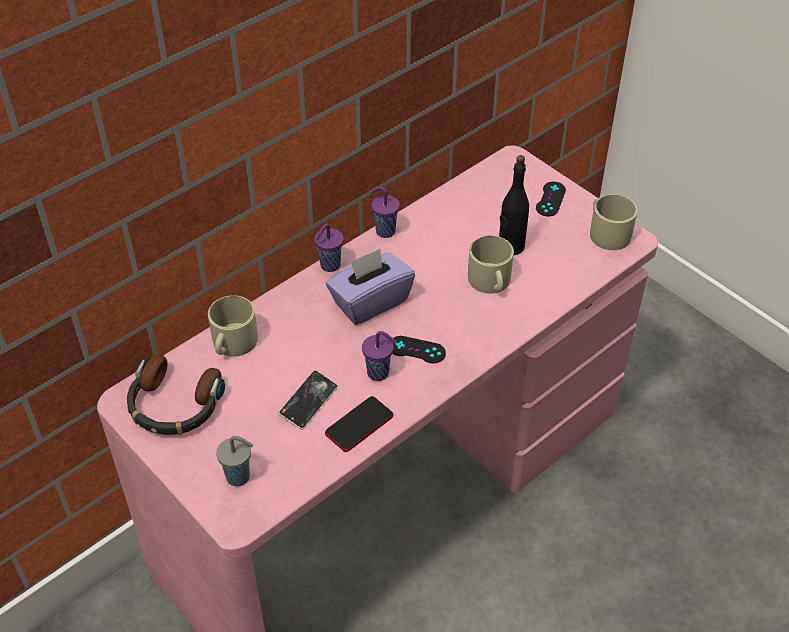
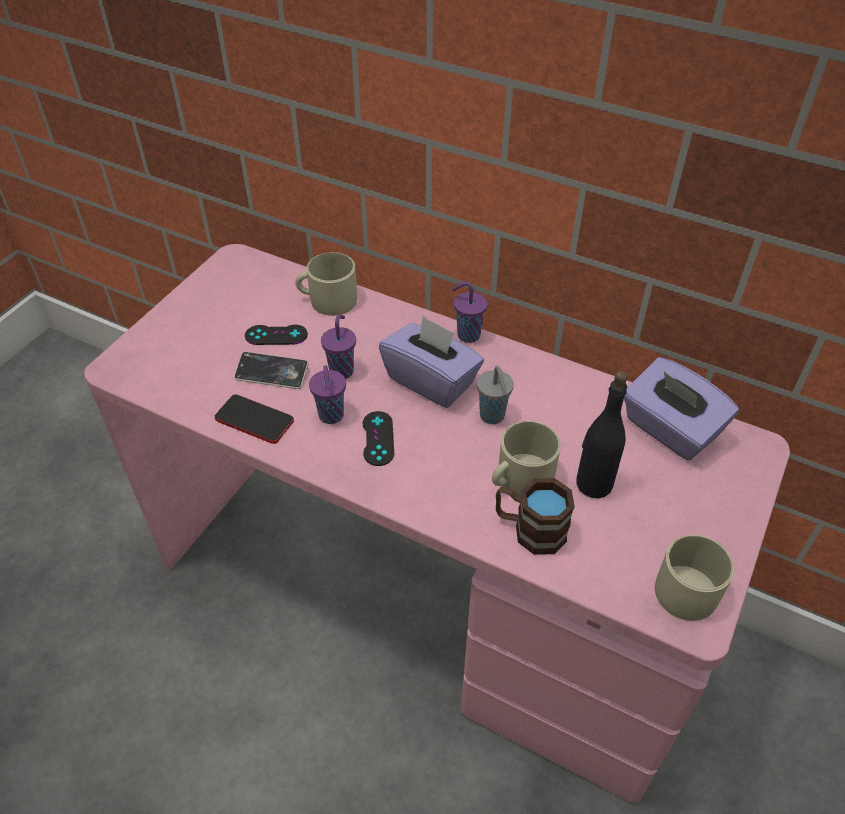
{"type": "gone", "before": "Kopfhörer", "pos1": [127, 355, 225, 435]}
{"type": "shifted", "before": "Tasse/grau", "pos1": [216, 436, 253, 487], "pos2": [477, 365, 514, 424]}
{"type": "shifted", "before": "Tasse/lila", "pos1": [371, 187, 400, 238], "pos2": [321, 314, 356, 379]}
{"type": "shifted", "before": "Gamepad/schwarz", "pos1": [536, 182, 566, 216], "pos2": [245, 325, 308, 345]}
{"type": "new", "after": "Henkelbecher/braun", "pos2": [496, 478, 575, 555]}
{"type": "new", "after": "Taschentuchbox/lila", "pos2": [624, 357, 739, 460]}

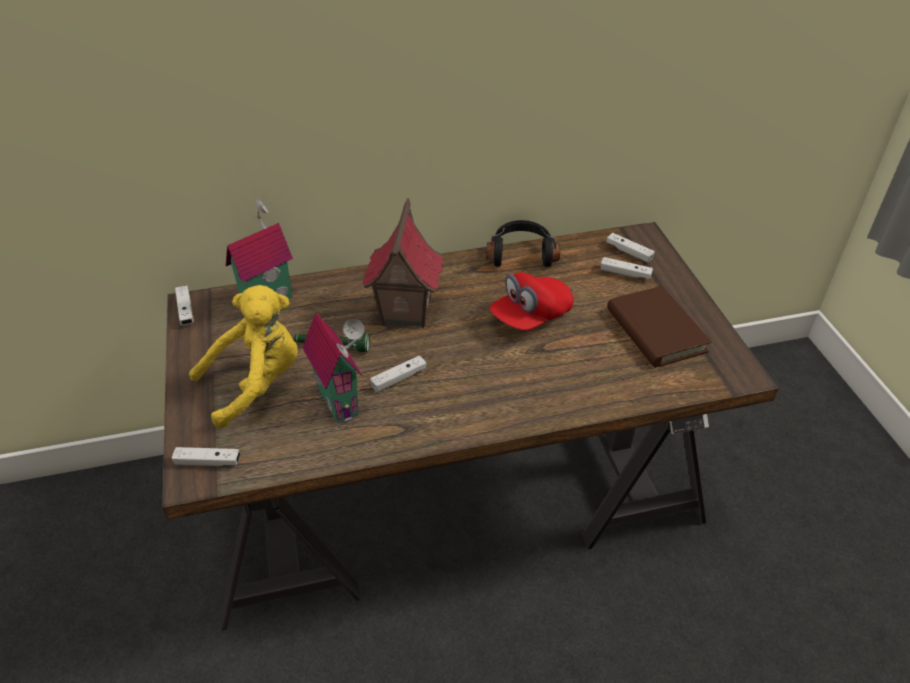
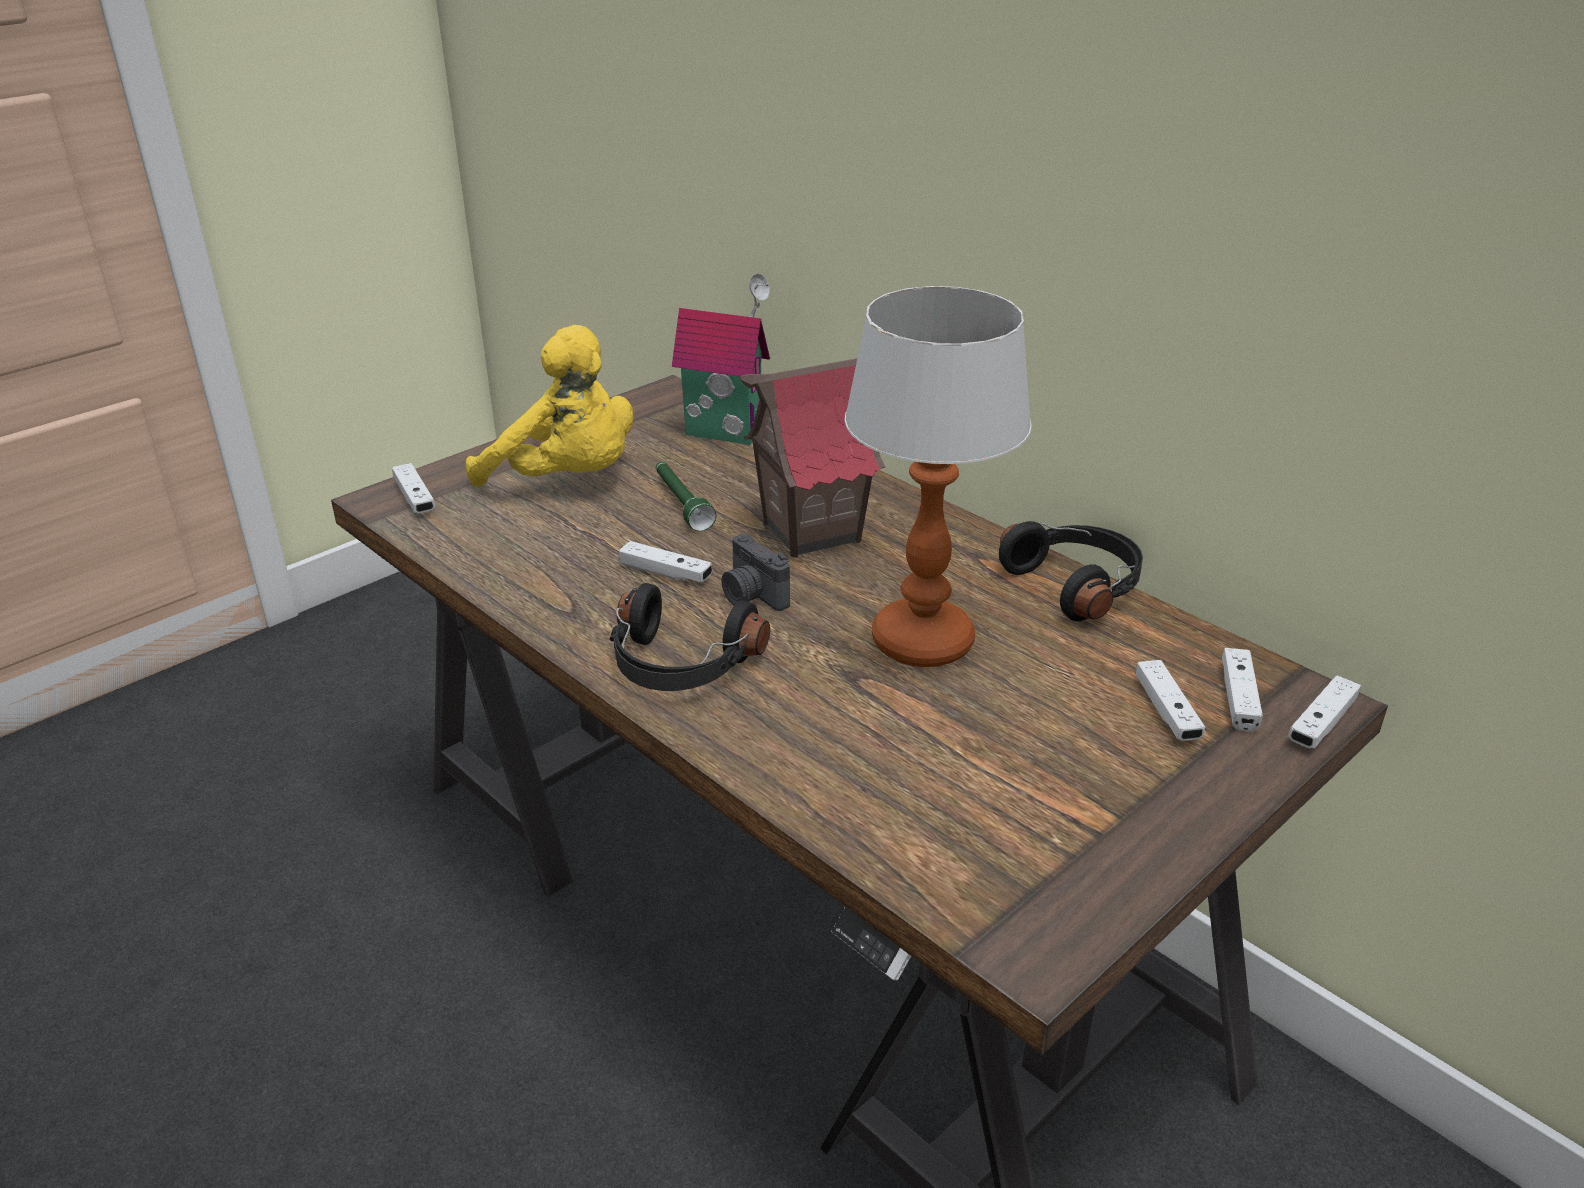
{"type": "shifted", "before": "Gamepad/weiß", "pos1": [175, 285, 194, 325], "pos2": [1288, 675, 1361, 748]}
{"type": "gone", "before": "Spielzeughaus", "pos1": [302, 313, 365, 423]}
{"type": "swapped", "before": "Kappe/rot", "after": "Tischlampe", "pos1": [490, 272, 574, 330], "pos2": [844, 286, 1032, 667]}
{"type": "gone", "before": "Buch/braun", "pos1": [607, 286, 712, 368]}
{"type": "new", "after": "Kopfhörer/schwarz", "pos2": [610, 583, 770, 691]}
{"type": "new", "after": "Kamera", "pos2": [721, 534, 790, 611]}

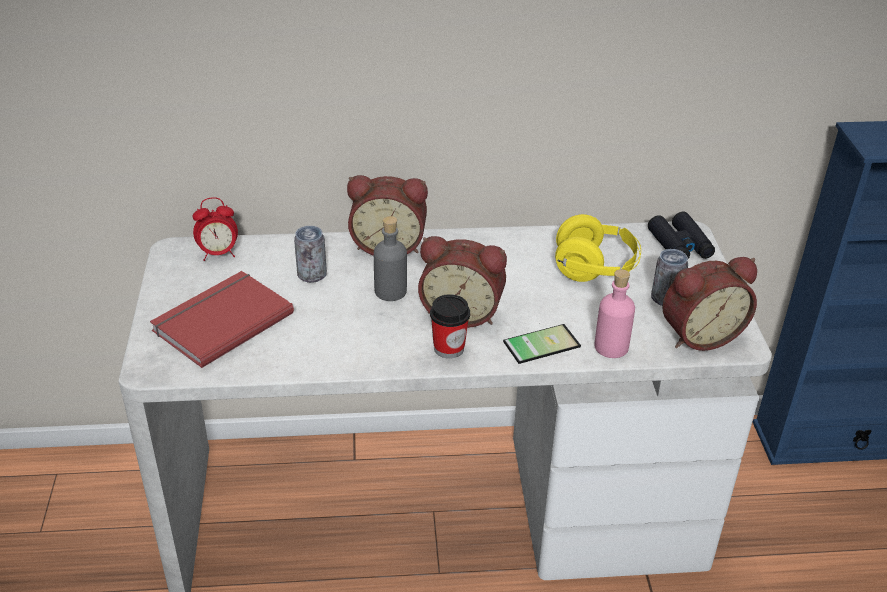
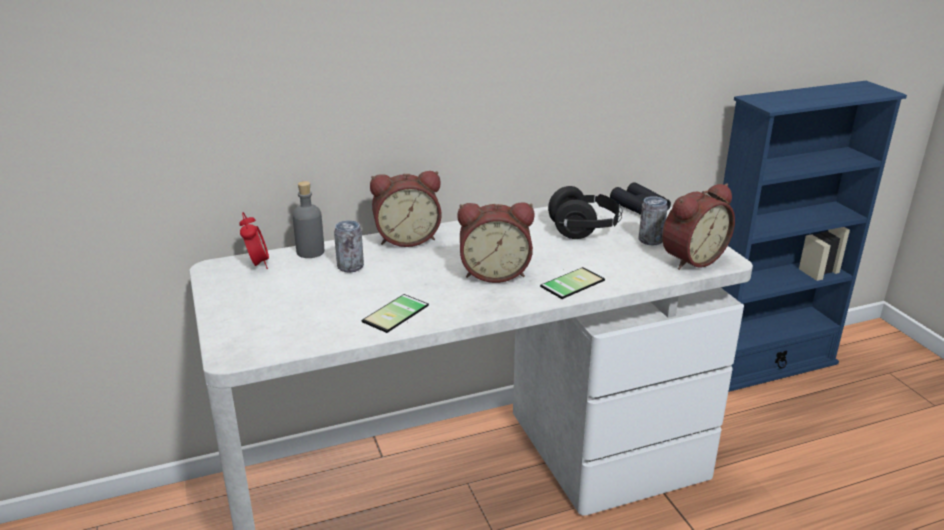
{"type": "gone", "before": "Buch/rot", "pos1": [150, 271, 294, 368]}
{"type": "rotated", "before": "Wecker", "pos1": [193, 197, 238, 261], "pos2": [239, 212, 269, 269], "turn": -75}
{"type": "shifted", "before": "Flasche/grau", "pos1": [374, 216, 407, 301], "pos2": [293, 181, 324, 258]}
{"type": "gone", "before": "Tasse", "pos1": [430, 294, 470, 359]}
{"type": "repainted", "before": "Kopfhörer/gelb", "after": "Kopfhörer/schwarz", "pos1": [555, 214, 641, 282], "pos2": [548, 186, 623, 239]}
{"type": "gone", "before": "Flasche/rosa", "pos1": [594, 269, 635, 358]}
{"type": "new", "after": "Handy", "pos2": [362, 294, 429, 333]}

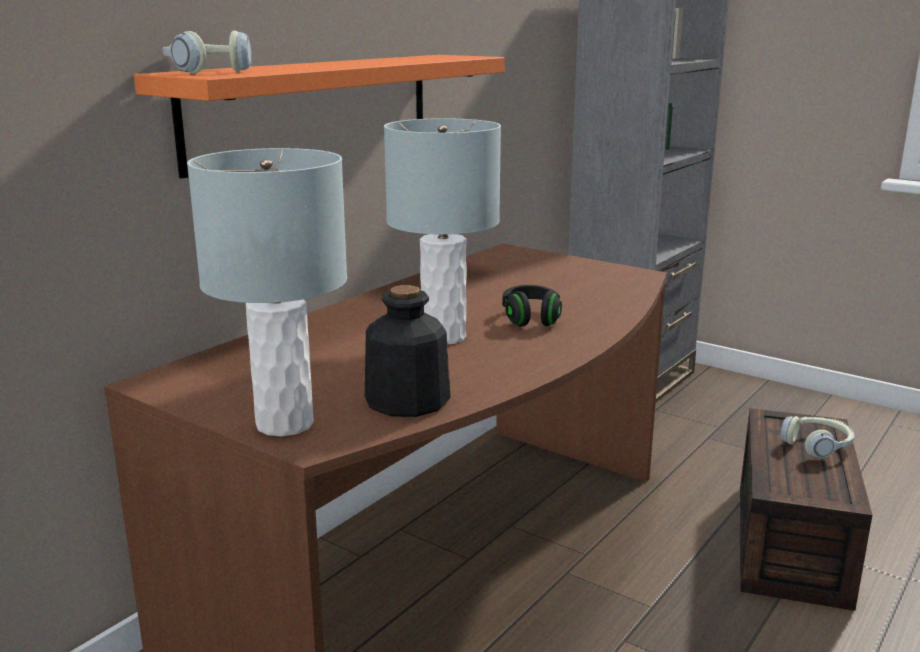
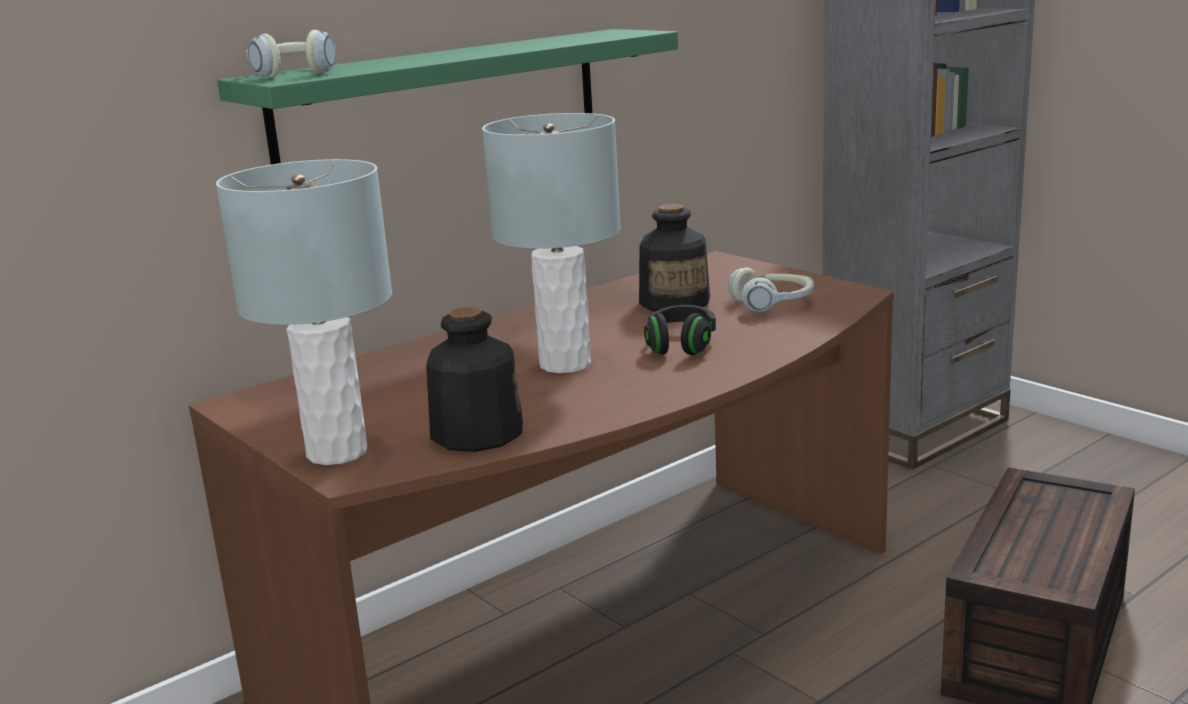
{"type": "repainted", "before": "Wandregal/orange", "after": "Wandregal/grün", "pos1": [134, 55, 505, 179], "pos2": [217, 29, 678, 165]}
{"type": "shifted", "before": "Kopfhörer", "pos1": [781, 416, 854, 458], "pos2": [728, 268, 814, 313]}
{"type": "new", "after": "Flasche", "pos2": [639, 204, 710, 312]}

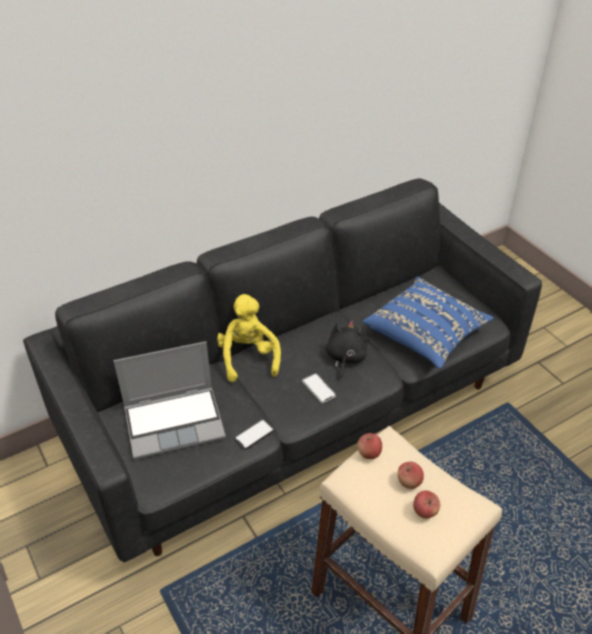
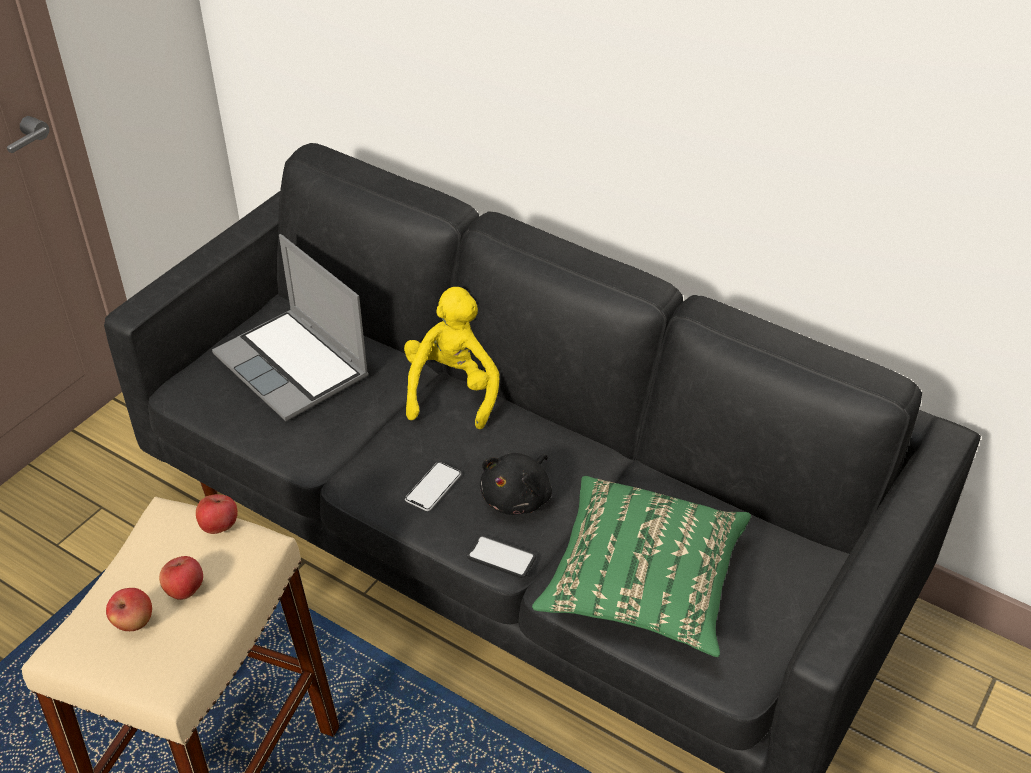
{"type": "rotated", "before": "Plüschtier/gelb", "pos1": [217, 294, 281, 382], "pos2": [404, 287, 500, 429], "turn": -45}
{"type": "shifted", "before": "Handy", "pos1": [234, 419, 275, 450], "pos2": [466, 535, 536, 578]}
{"type": "rotated", "before": "Plüschtier/schwarz", "pos1": [326, 320, 367, 379], "pos2": [480, 453, 552, 515], "turn": 135}
{"type": "repainted", "before": "Kissen/blau", "after": "Kissen/grün", "pos1": [362, 277, 494, 369], "pos2": [532, 476, 751, 657]}

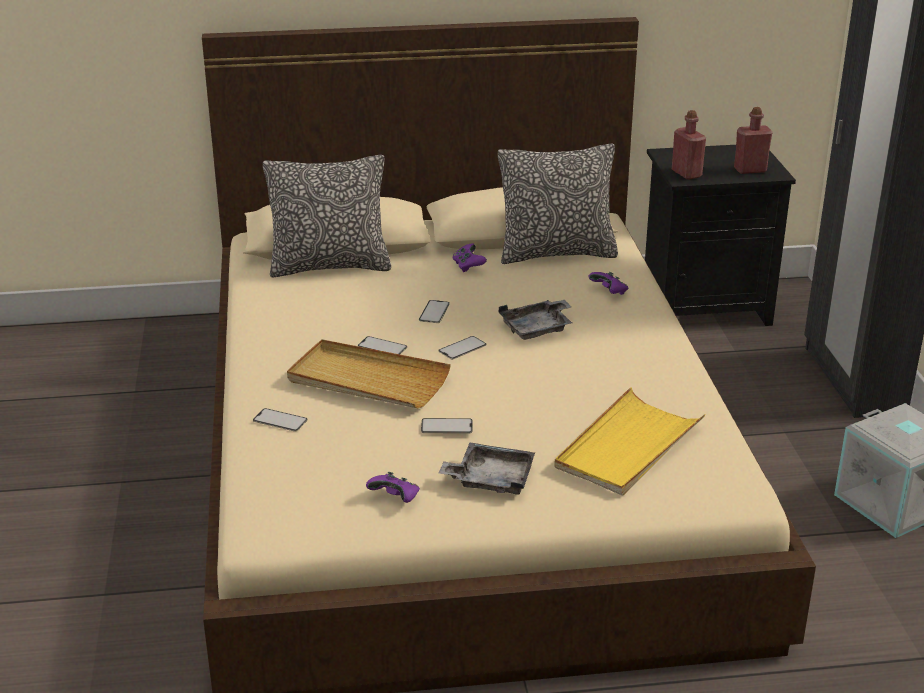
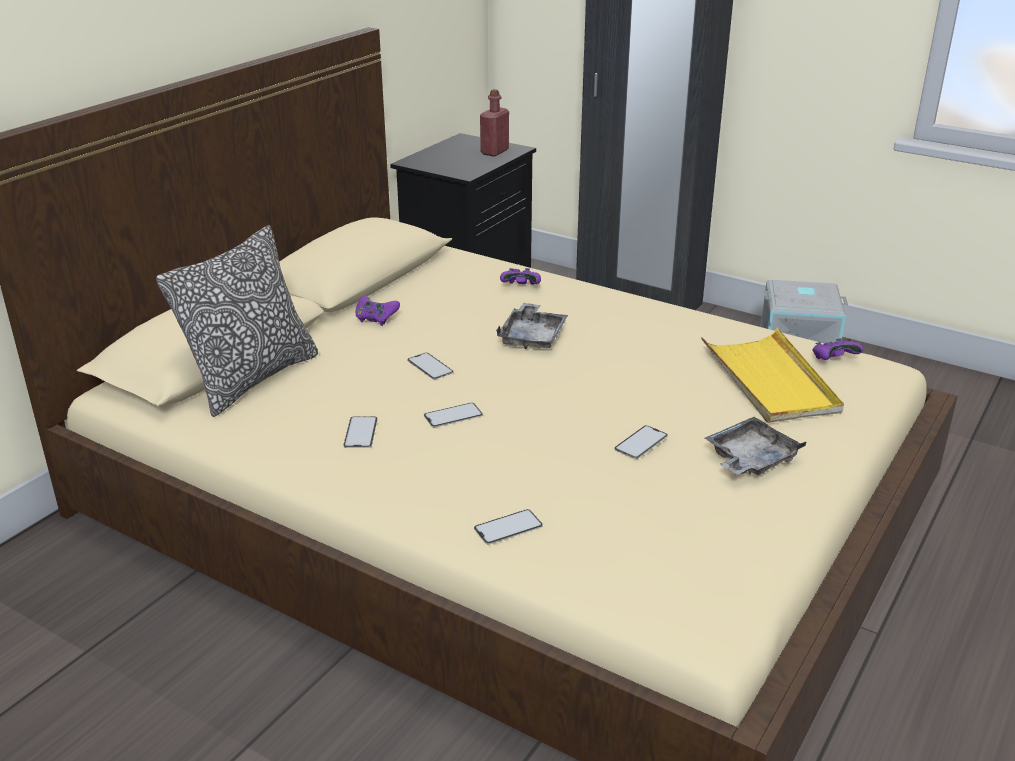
{"type": "gone", "before": "Tablett/beige", "pos1": [287, 339, 451, 408]}
{"type": "shifted", "before": "Gamepad/lila", "pos1": [366, 472, 420, 503], "pos2": [812, 338, 864, 360]}
{"type": "shifted", "before": "Handy", "pos1": [438, 336, 486, 359], "pos2": [343, 417, 377, 448]}
{"type": "gone", "before": "Kissen", "pos1": [498, 144, 618, 264]}
{"type": "gone", "before": "Flasche/rot", "pos1": [672, 110, 706, 180]}

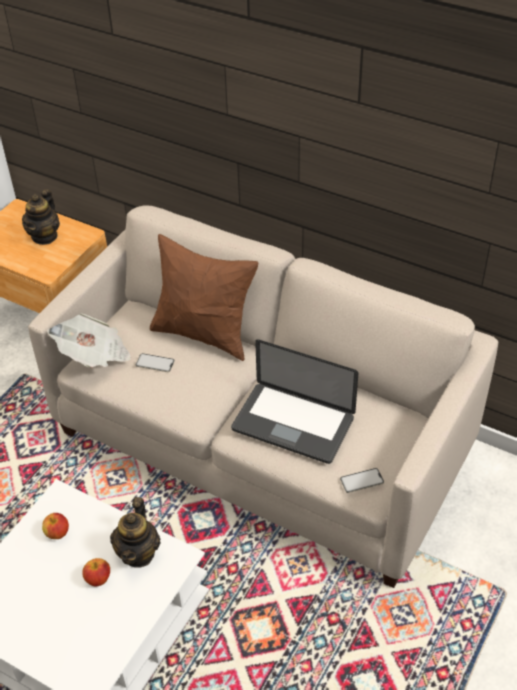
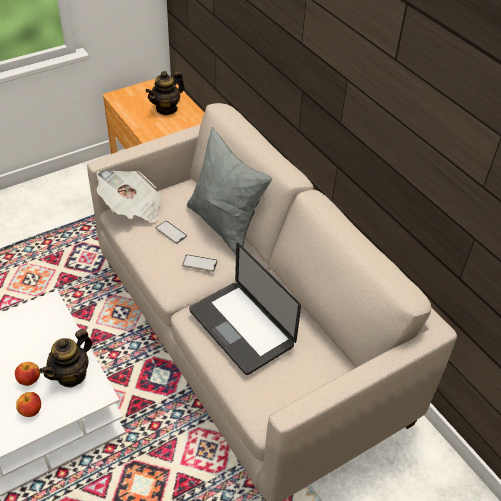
{"type": "shifted", "before": "Apfel", "pos1": [42, 513, 69, 539], "pos2": [16, 392, 41, 417]}
{"type": "repainted", "before": "Kissen/braun", "after": "Kissen/grau", "pos1": [150, 234, 258, 361], "pos2": [187, 127, 272, 255]}
{"type": "shifted", "before": "Handy", "pos1": [340, 468, 384, 493], "pos2": [182, 255, 218, 272]}

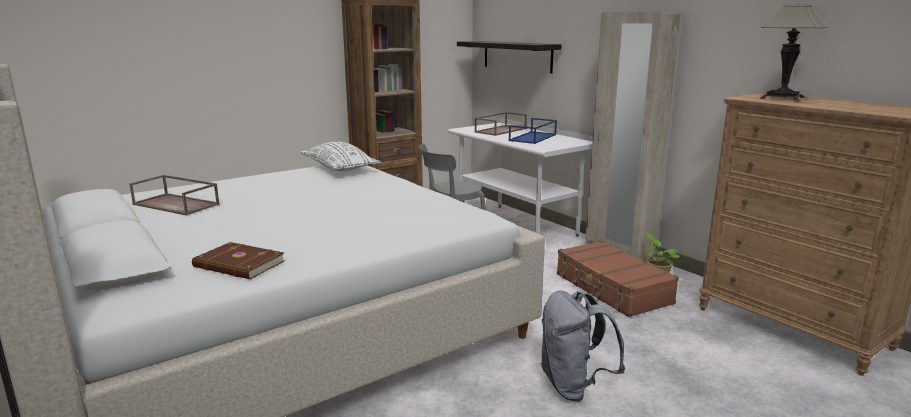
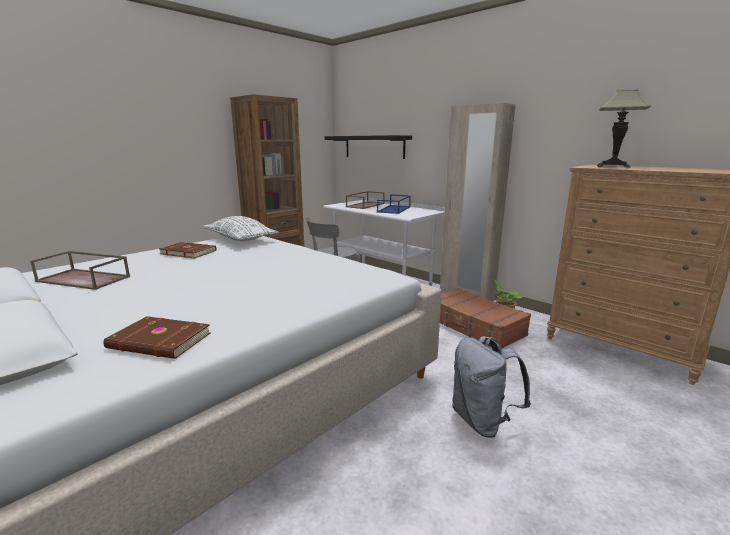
{"type": "new", "after": "Buch/braun", "pos2": [159, 242, 216, 259]}

